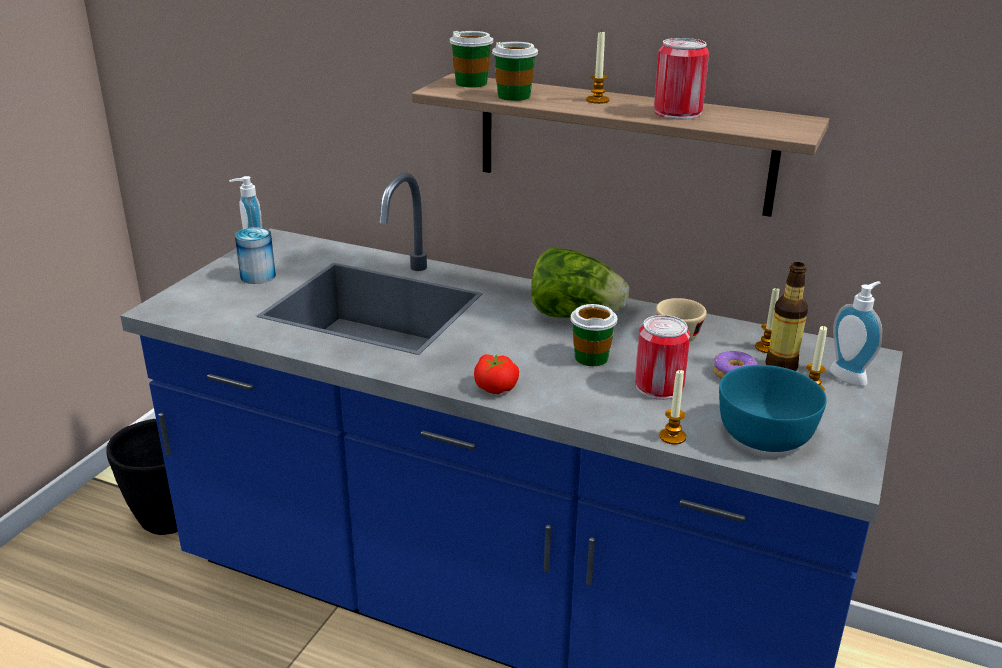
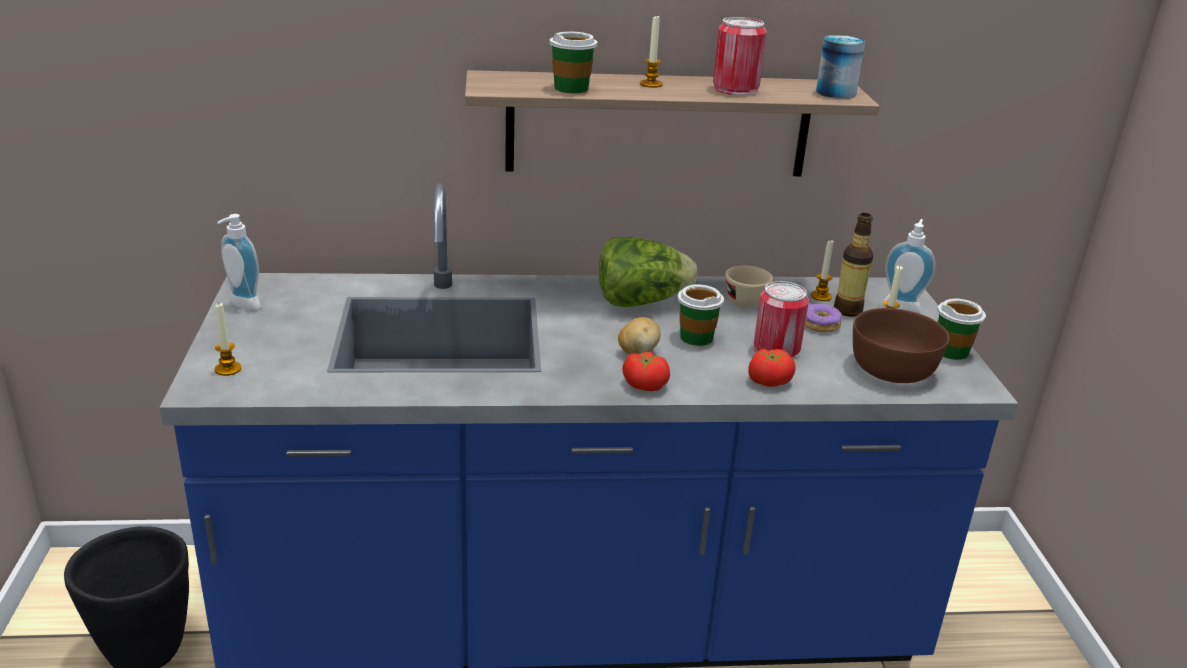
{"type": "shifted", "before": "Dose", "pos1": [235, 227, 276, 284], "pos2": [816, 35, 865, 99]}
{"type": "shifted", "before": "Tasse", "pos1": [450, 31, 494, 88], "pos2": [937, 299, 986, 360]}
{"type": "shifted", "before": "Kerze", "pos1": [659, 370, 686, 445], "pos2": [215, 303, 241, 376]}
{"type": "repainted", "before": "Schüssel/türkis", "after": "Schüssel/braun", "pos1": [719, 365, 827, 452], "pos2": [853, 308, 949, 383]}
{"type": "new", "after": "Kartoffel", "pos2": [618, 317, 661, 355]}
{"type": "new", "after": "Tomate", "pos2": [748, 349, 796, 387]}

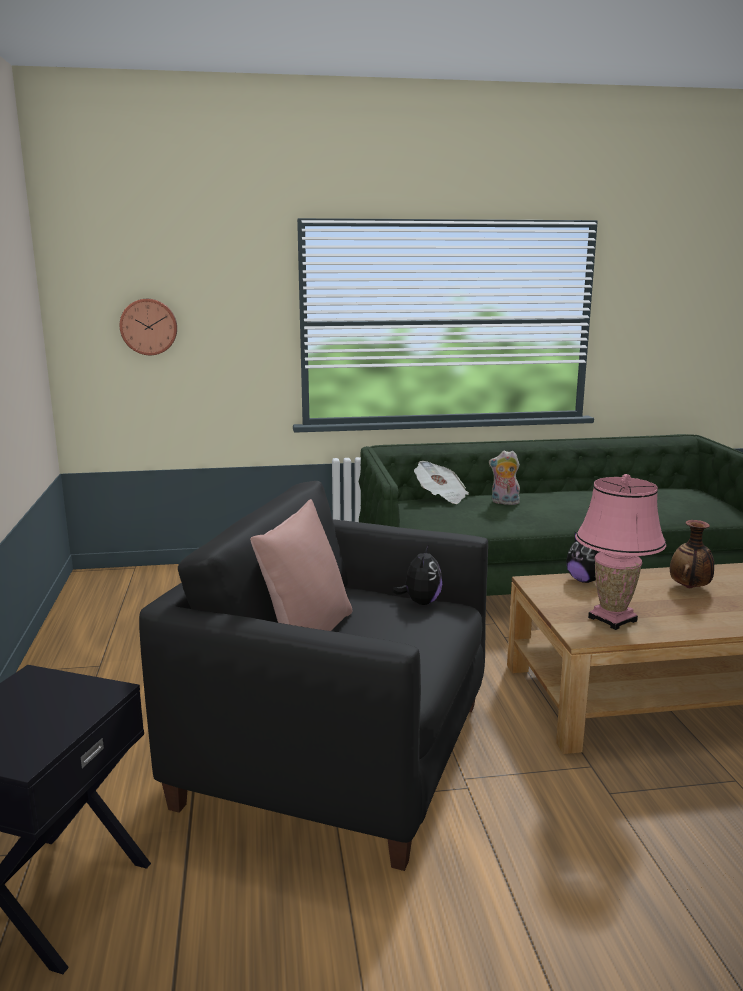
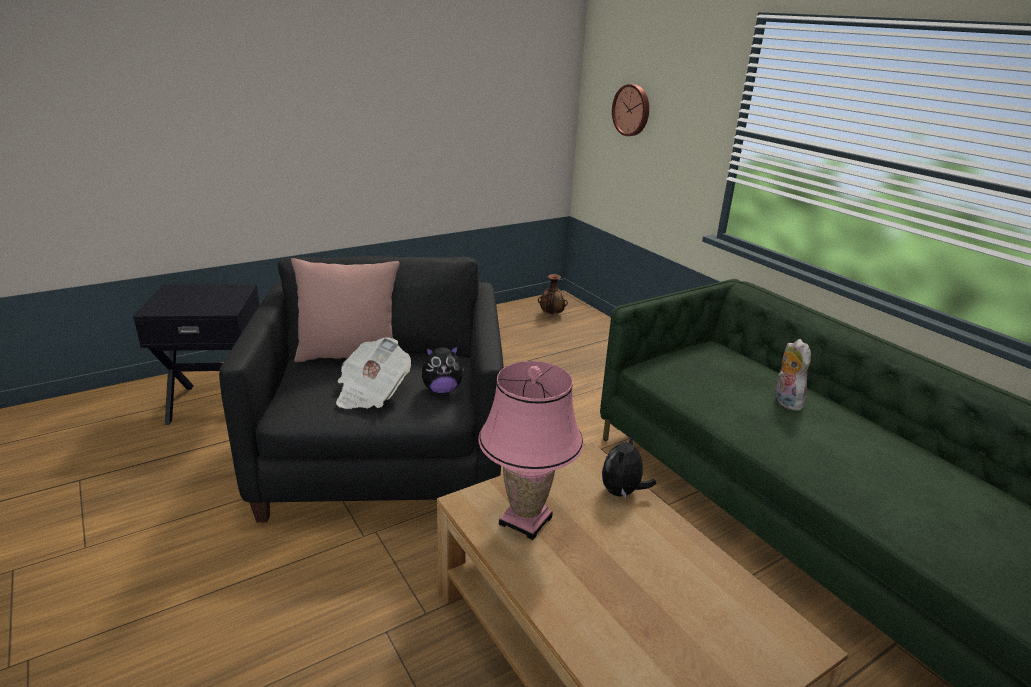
{"type": "shifted", "before": "Zeitung", "pos1": [414, 461, 469, 504], "pos2": [336, 337, 411, 409]}
{"type": "shifted", "before": "Vase", "pos1": [670, 520, 714, 589], "pos2": [538, 274, 568, 315]}

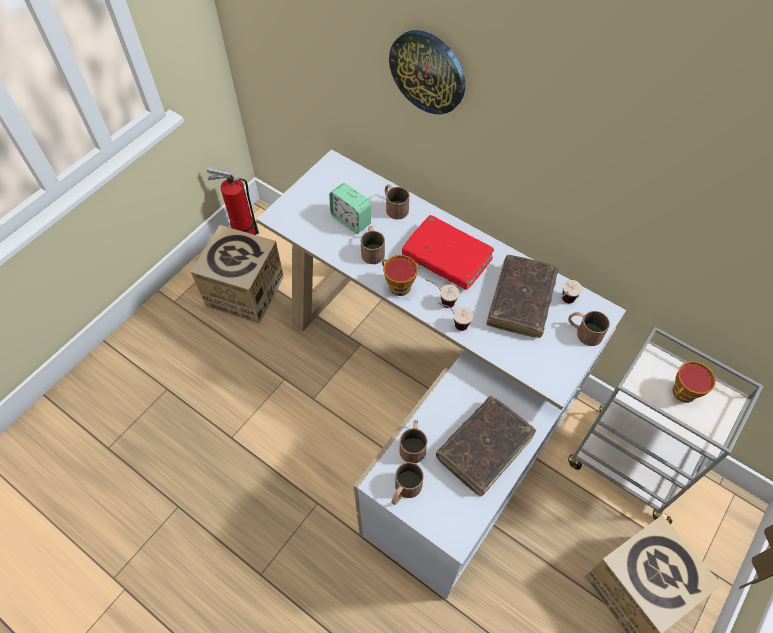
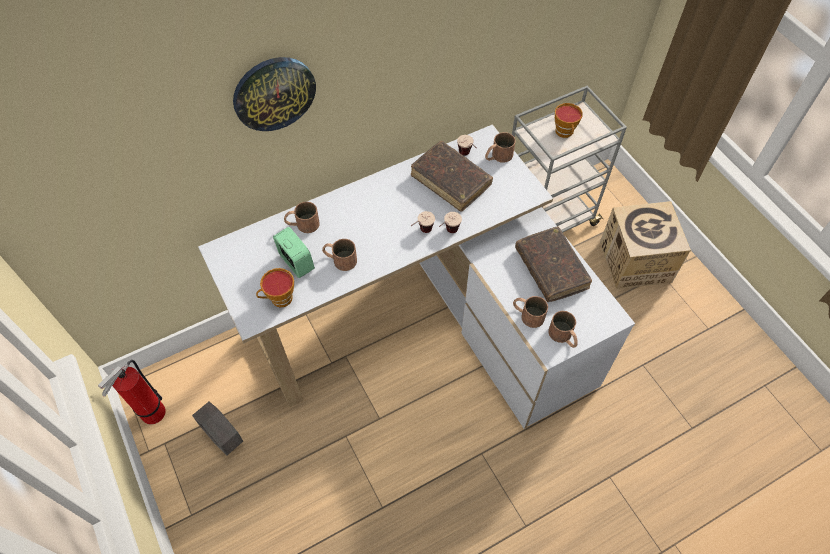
{"type": "swapped", "before": "Karton", "after": "Pflanzkübel/grau", "pos1": [191, 225, 284, 324], "pos2": [192, 401, 243, 456]}
{"type": "rotated", "before": "Wecker", "pos1": [329, 183, 371, 234], "pos2": [273, 227, 315, 278], "turn": -105}
{"type": "shifted", "before": "Tasse", "pos1": [382, 255, 418, 296], "pos2": [256, 268, 294, 308]}
{"type": "gone", "before": "Buch/rot", "pos1": [402, 215, 494, 290]}

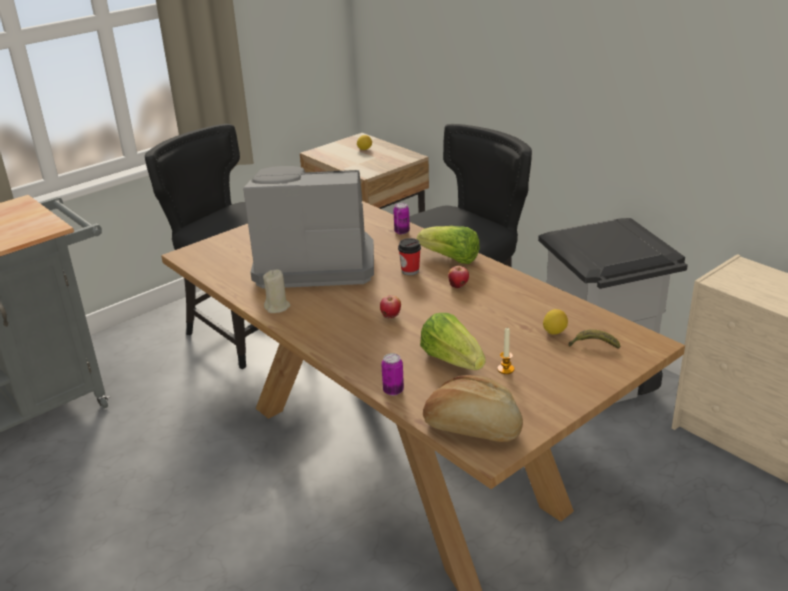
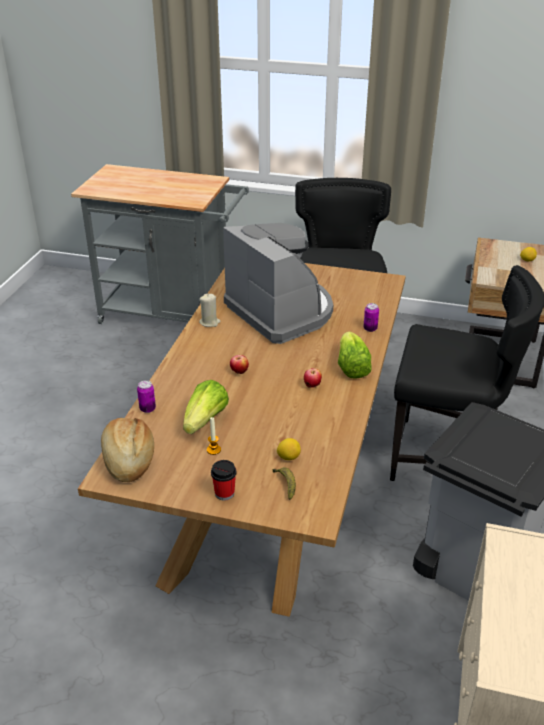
{"type": "shifted", "before": "Tasse", "pos1": [398, 238, 421, 275], "pos2": [211, 460, 237, 501]}

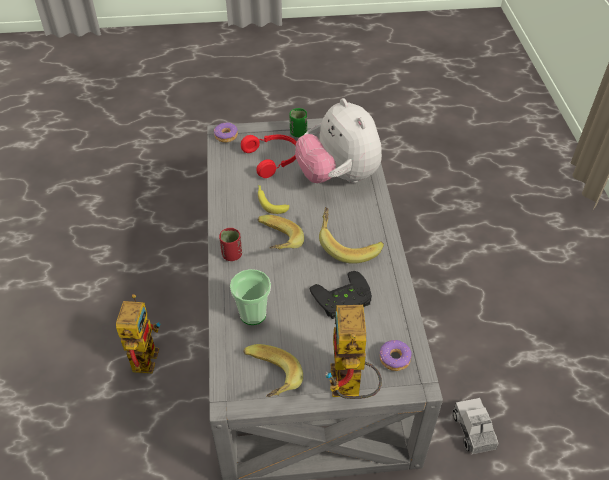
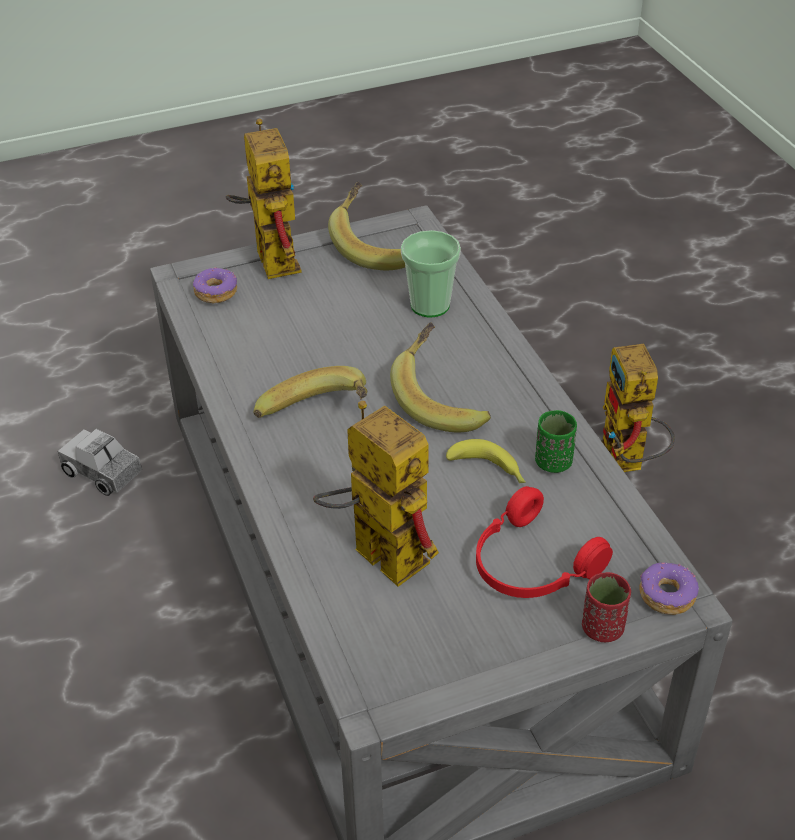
{"type": "shifted", "before": "Tasse/rot", "pos1": [219, 228, 242, 261], "pos2": [582, 572, 631, 642]}
{"type": "shifted", "before": "Tasse/grün", "pos1": [289, 108, 307, 137], "pos2": [535, 410, 577, 473]}
{"type": "swapped", "before": "Plüschtier", "after": "Spielzeugroboter", "pos1": [295, 98, 382, 183], "pos2": [313, 401, 439, 587]}
{"type": "gone", "before": "Gamepad/schwarz", "pos1": [310, 271, 372, 319]}
{"type": "rotated", "before": "Spielzeuglaster", "pos1": [452, 398, 499, 454], "pos2": [58, 429, 142, 496], "turn": 150}

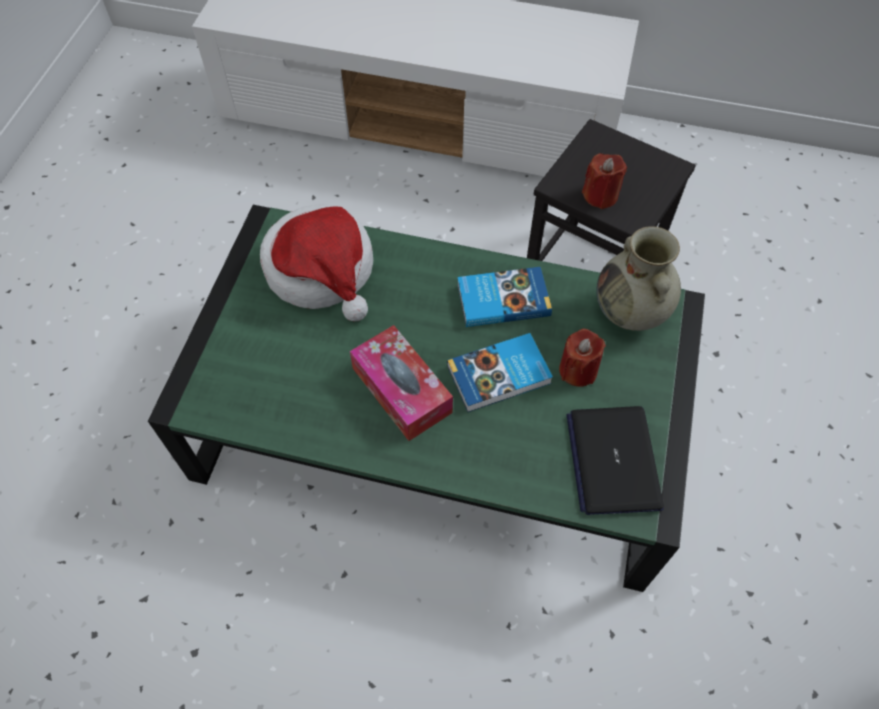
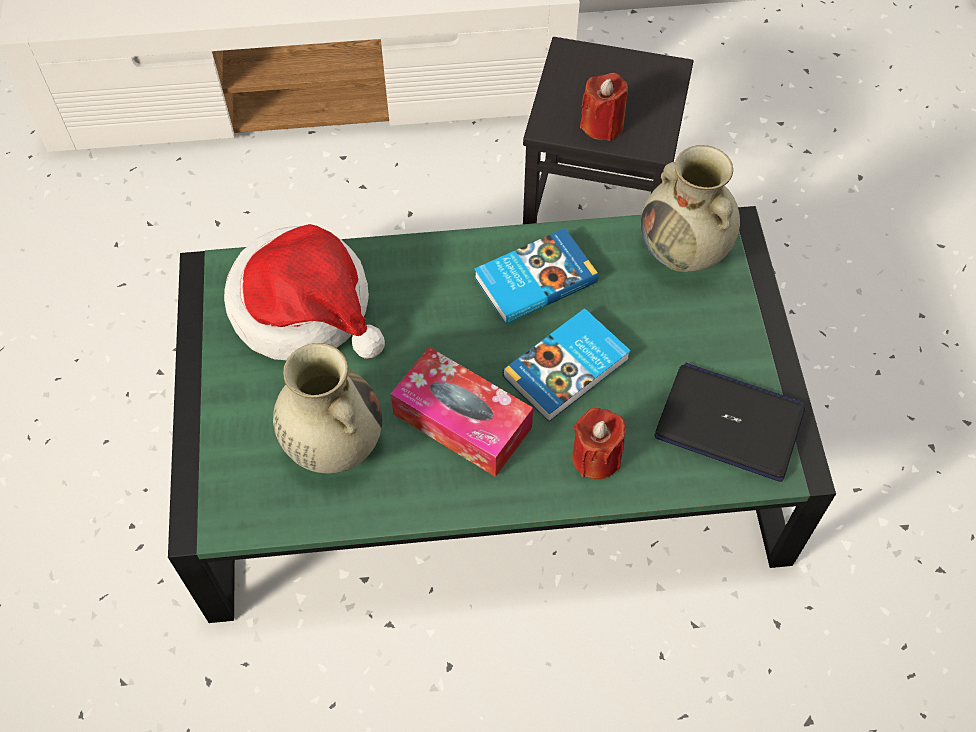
{"type": "shifted", "before": "Kerze/rot", "pos1": [559, 329, 606, 387], "pos2": [572, 408, 625, 479]}
{"type": "rotated", "before": "Laptop", "pos1": [566, 406, 664, 515], "pos2": [655, 363, 805, 482], "turn": 135}
{"type": "new", "after": "Vase/beige", "pos2": [273, 343, 382, 473]}

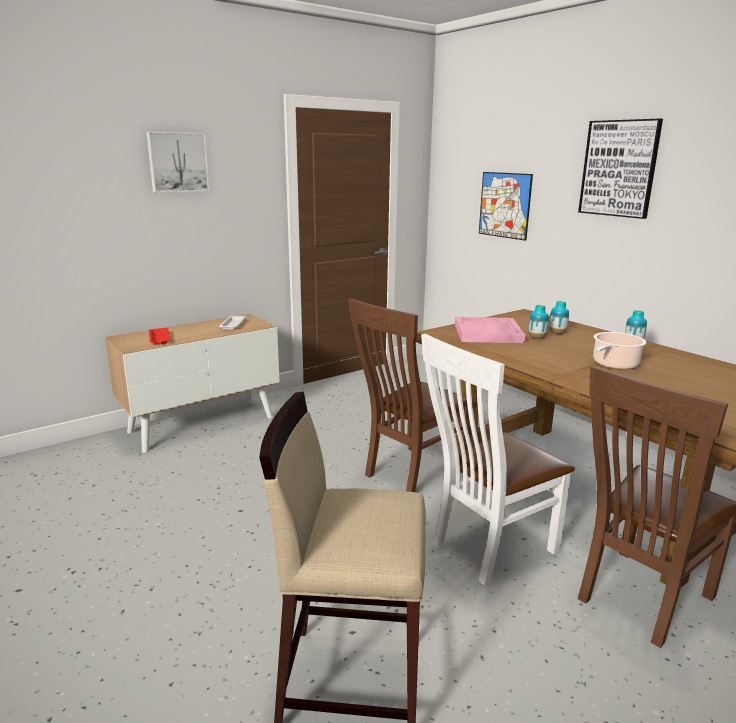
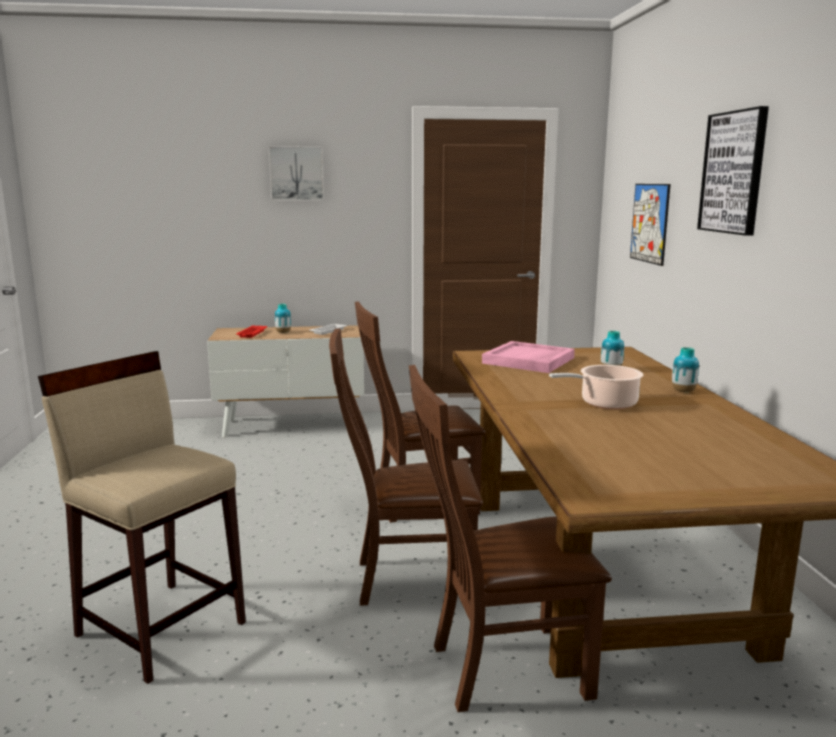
{"type": "repainted", "before": "Stuhl/weiß", "after": "Stuhl/braun", "pos1": [421, 334, 575, 585], "pos2": [329, 328, 483, 606]}
{"type": "shifted", "before": "Vase", "pos1": [529, 305, 549, 339], "pos2": [275, 304, 291, 333]}

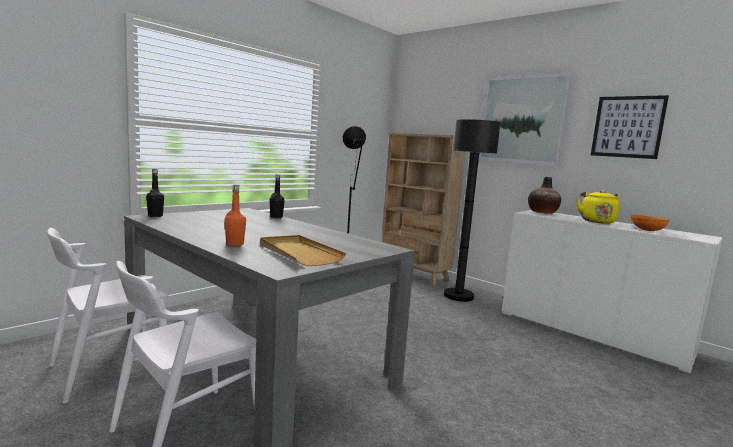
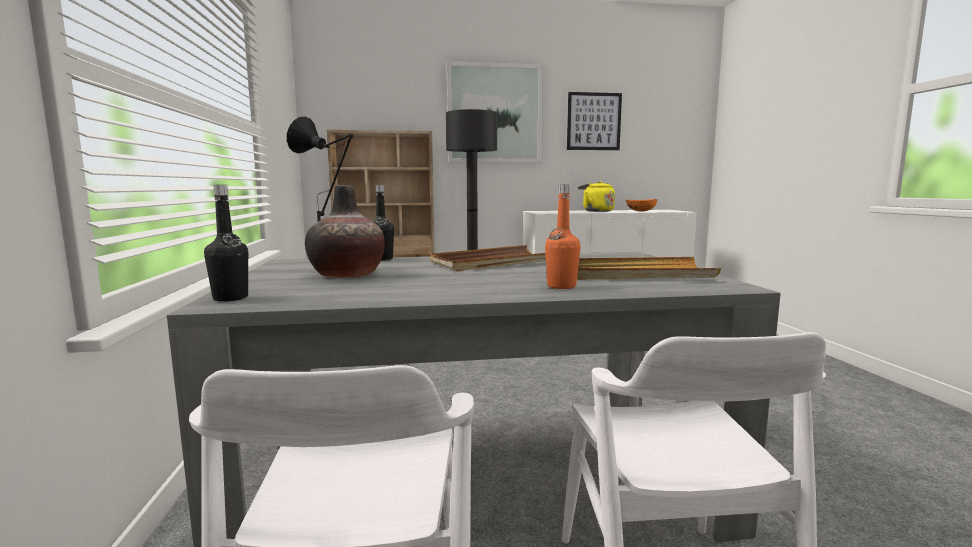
{"type": "shifted", "before": "Vase", "pos1": [528, 177, 561, 214], "pos2": [305, 185, 385, 278]}
{"type": "new", "after": "Tablett/braun", "pos2": [430, 245, 546, 271]}

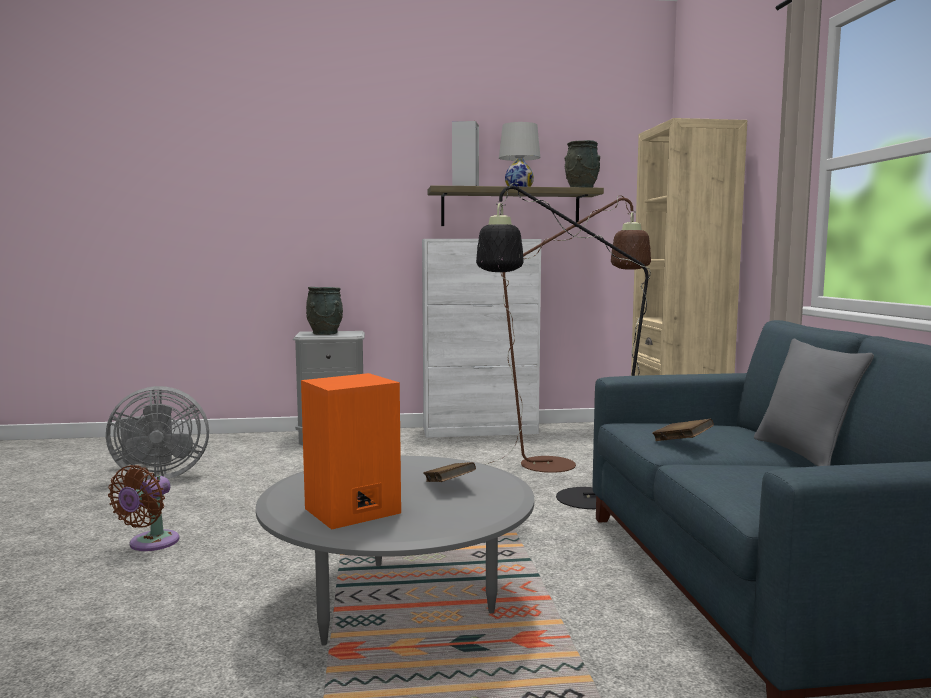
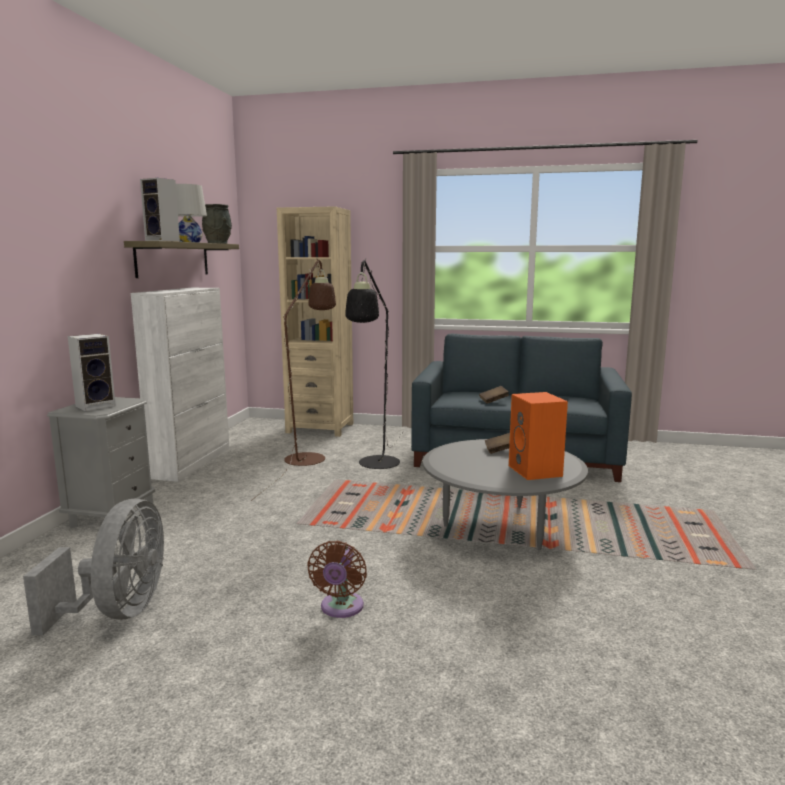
{"type": "rotated", "before": "Ventilator/braun", "pos1": [108, 465, 179, 551], "pos2": [307, 541, 367, 618], "turn": 60}
{"type": "swapped", "before": "Vase/grau", "after": "Lautsprecher", "pos1": [306, 287, 343, 335], "pos2": [68, 334, 116, 411]}
{"type": "gone", "before": "Kissen/grau", "pos1": [754, 339, 874, 466]}

